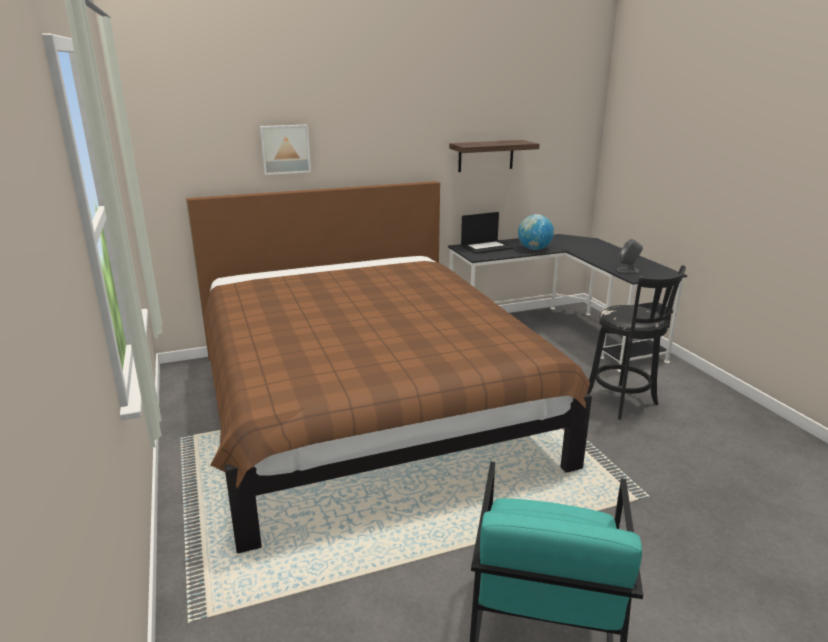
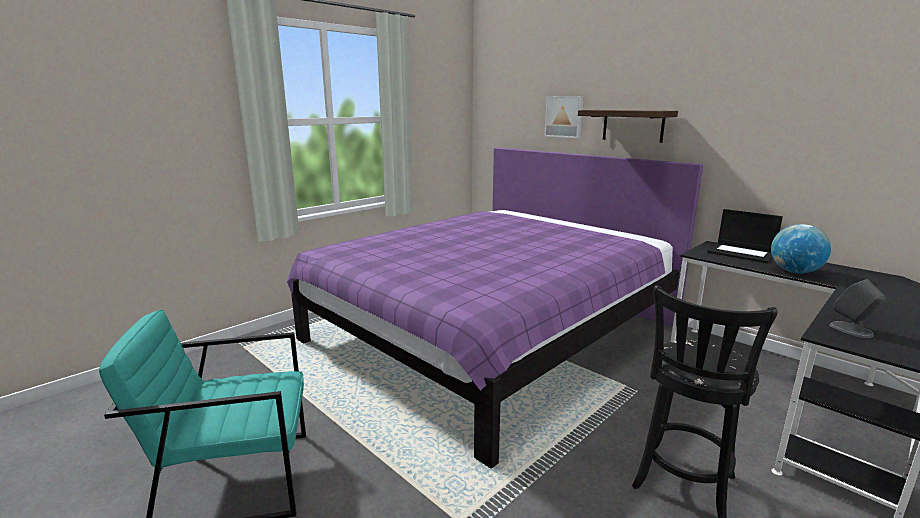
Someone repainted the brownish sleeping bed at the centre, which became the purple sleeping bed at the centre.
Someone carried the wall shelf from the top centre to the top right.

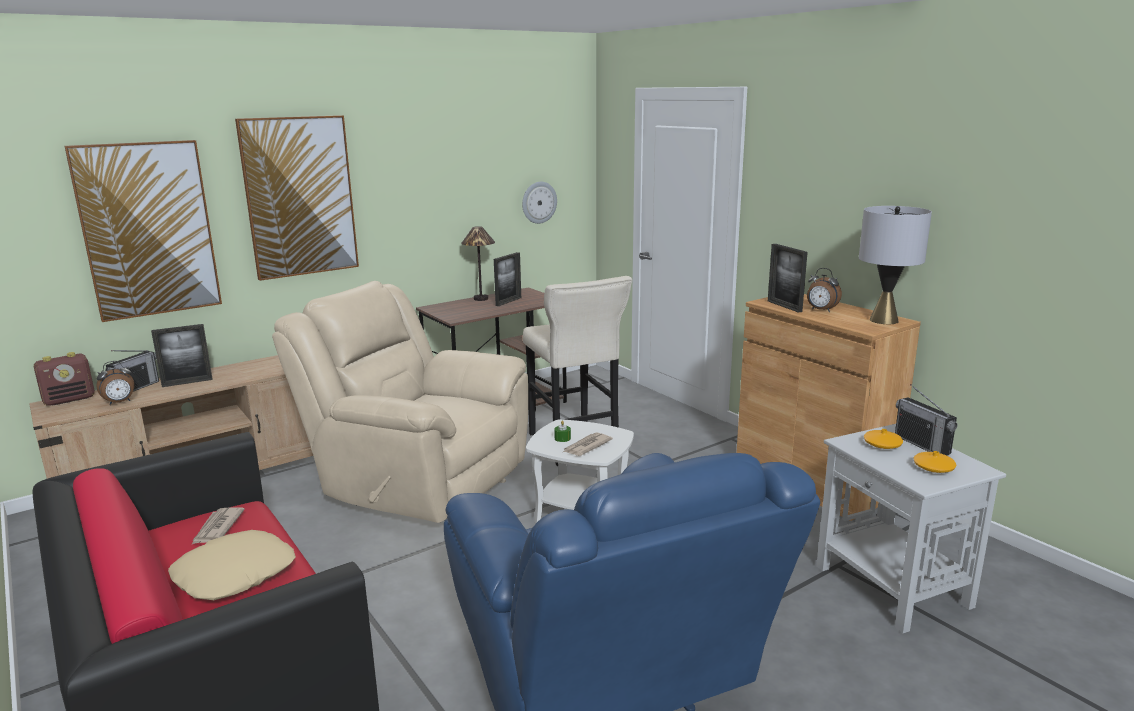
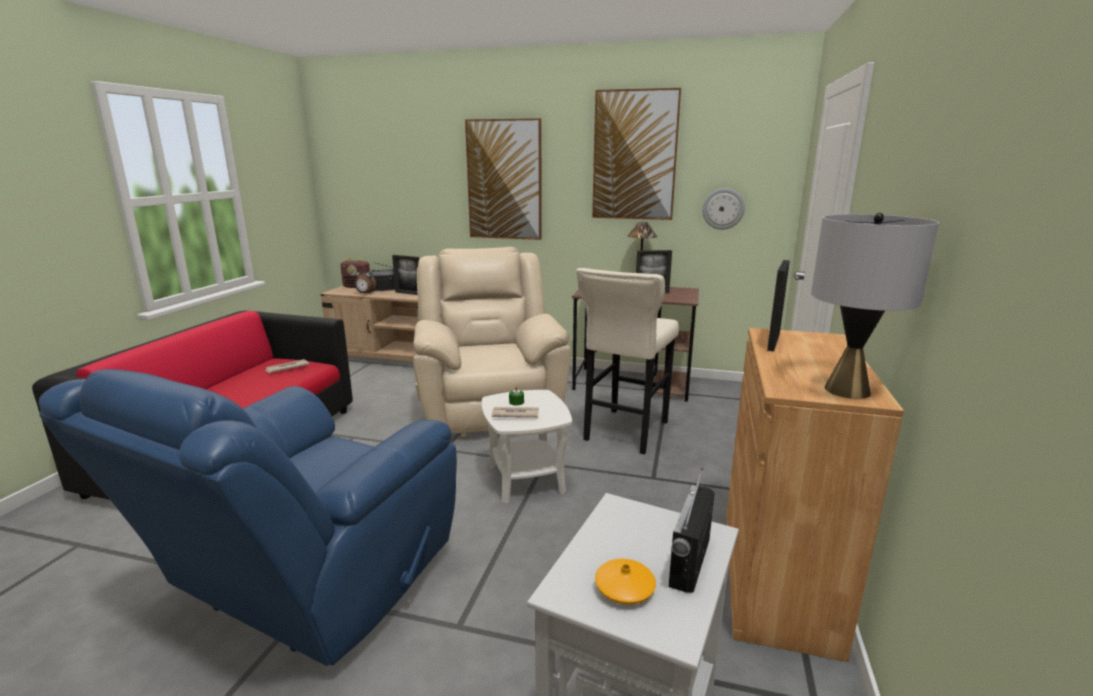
Someone carried the picture (1st from left in the first image) from the top left to the top centre.
Someone took away the beige-coloured throw pillow at the bottom left.
Someone took away the bedside clock (2nd from left) at the middle right.
Someone took away the orange vase (1st from left) at the middle right.

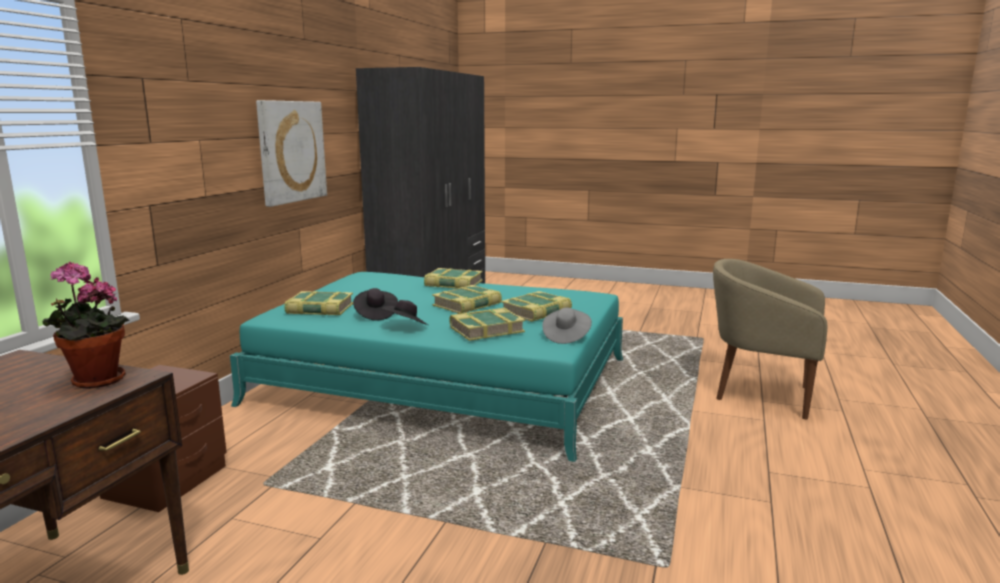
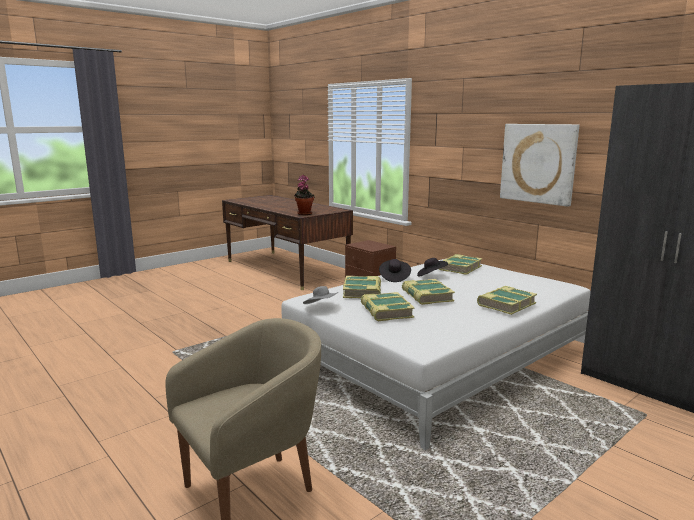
Someone repainted the turquoise-coloured sleeping bed at the centre, which became the white sleeping bed at the bottom centre.

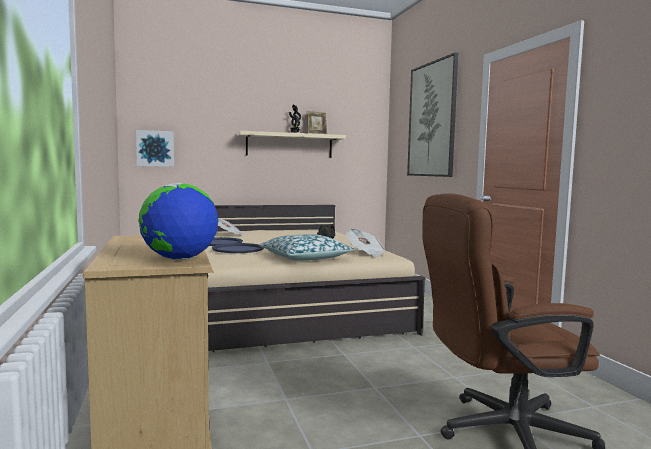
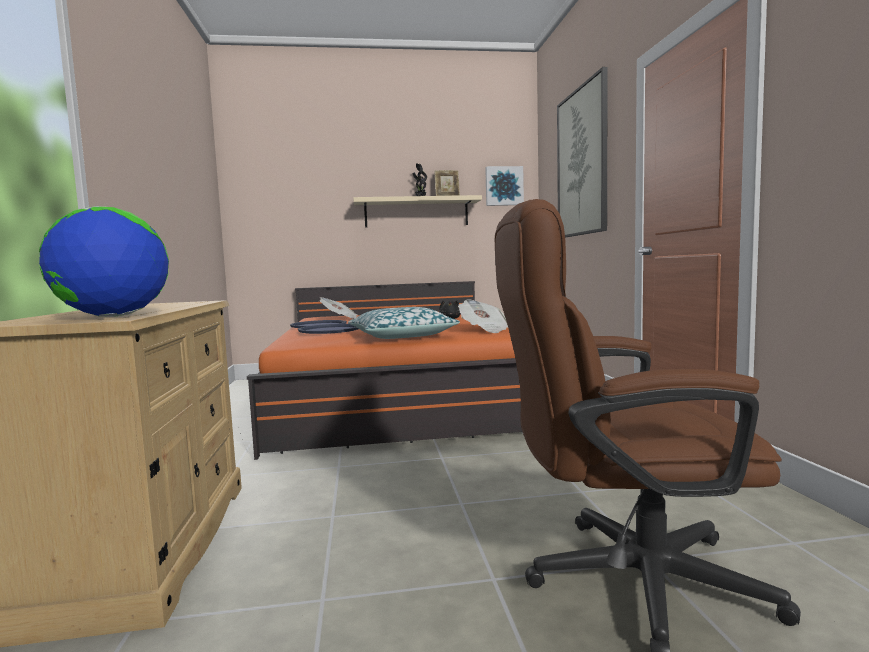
Someone repainted the beige-coloured sleeping bed at the centre, which became the orange sleeping bed at the centre.
Someone carried the picture (1st from left) from the top left to the top centre.

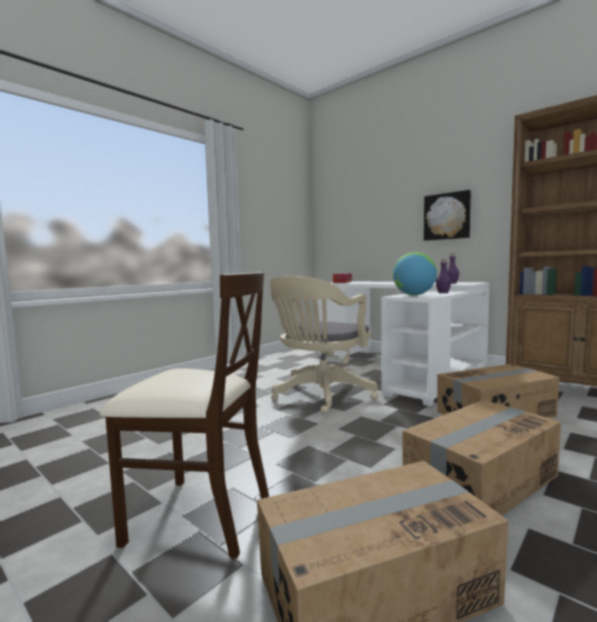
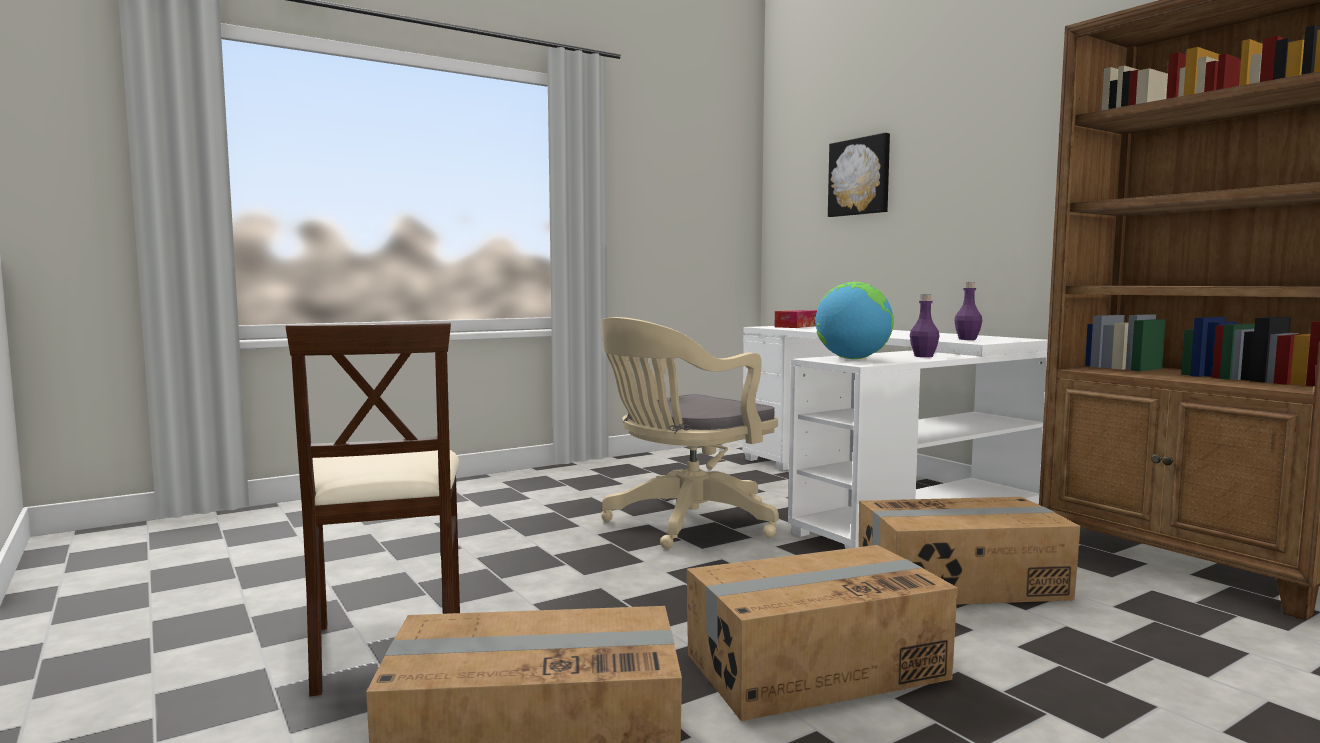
Someone rotated the beige-coloured upright chair at the bottom left by 45 degrees clockwise.
Someone carried the picture from the middle right to the top centre.

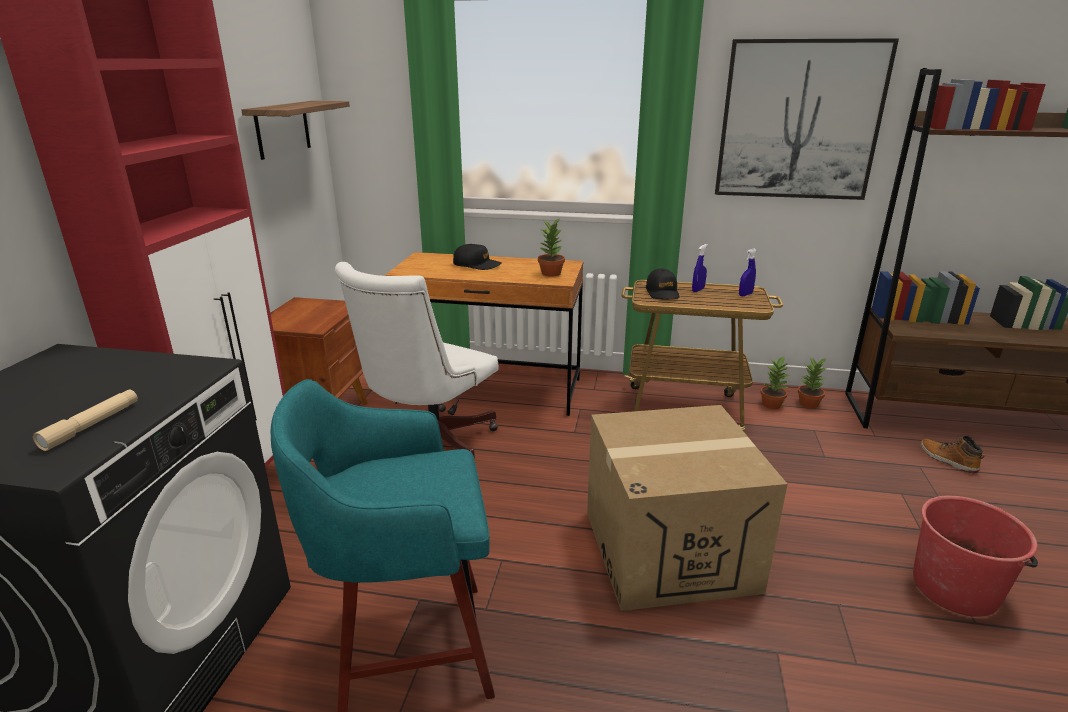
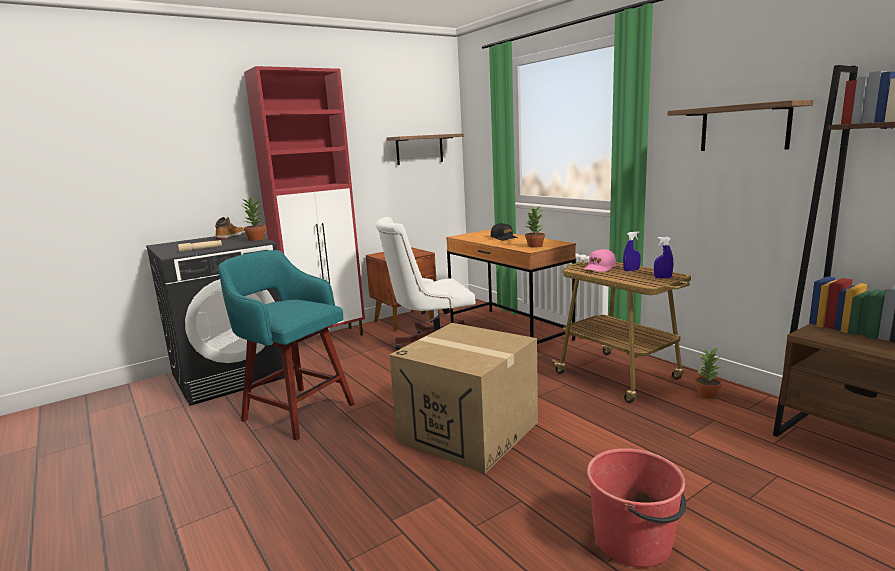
Someone carried the tall boot from the middle right to the middle left.
Someone carried the potted plant (3rd from left in the first image) from the middle right to the middle left.
Someone repainted the black baseball cap (2nd from left) at the centre, which became the pink baseball cap at the middle right.
Someone swapped the picture at the top right for the wall shelf (2nd from left) at the top right.

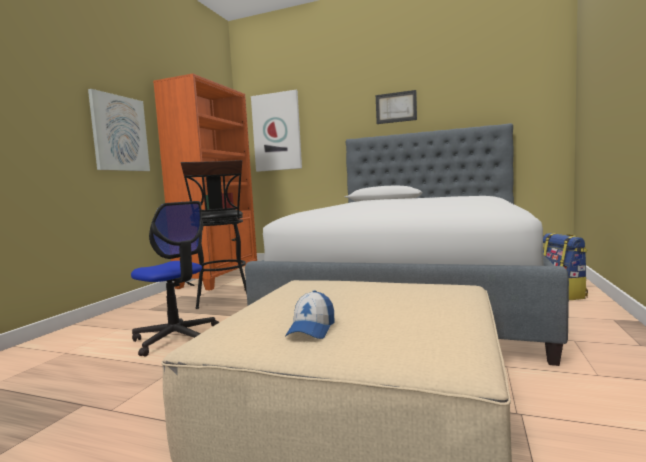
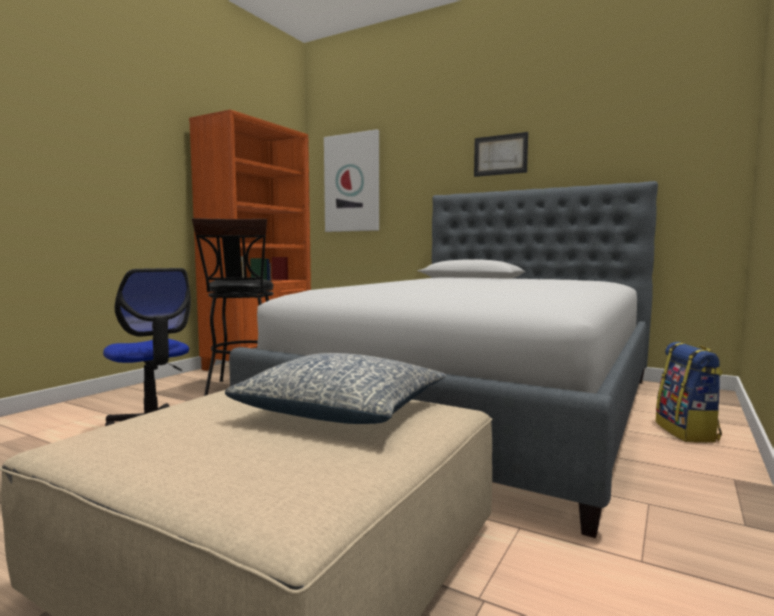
Someone put down the throw pillow at the centre.
Someone took away the picture (1st from left) at the top left.
Someone took away the baseball cap at the bottom centre.

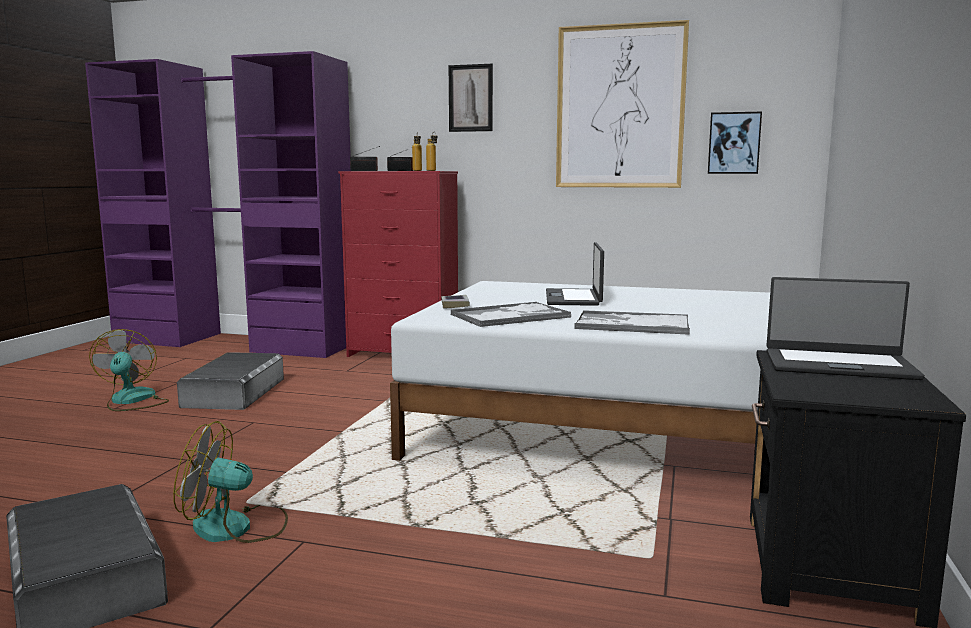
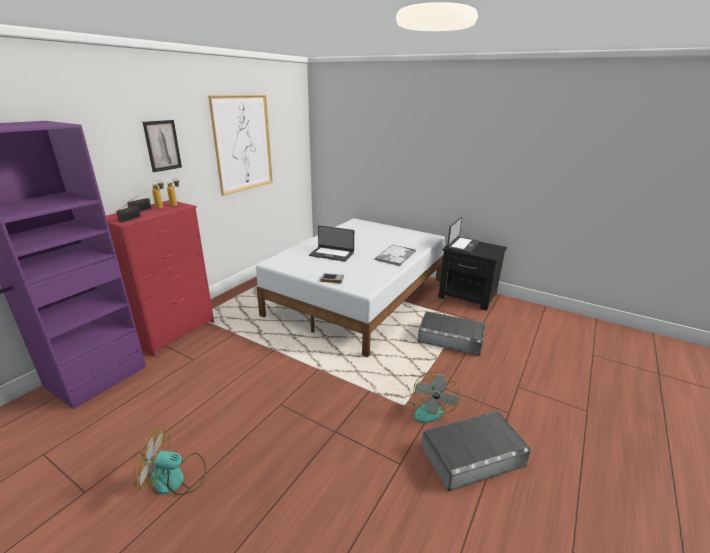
Someone carried the grey storage box (2nd from left in the first image) from the middle left to the centre.
Someone took away the carrying tray (1st from left) at the centre.
Someone took away the picture (3rd from left) at the top right.

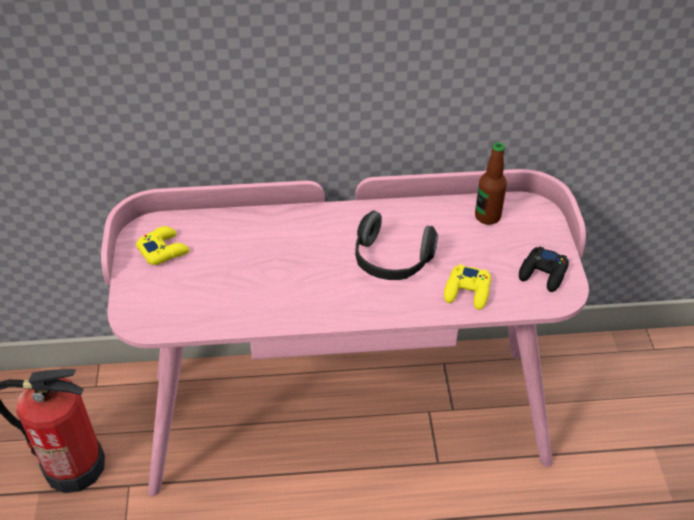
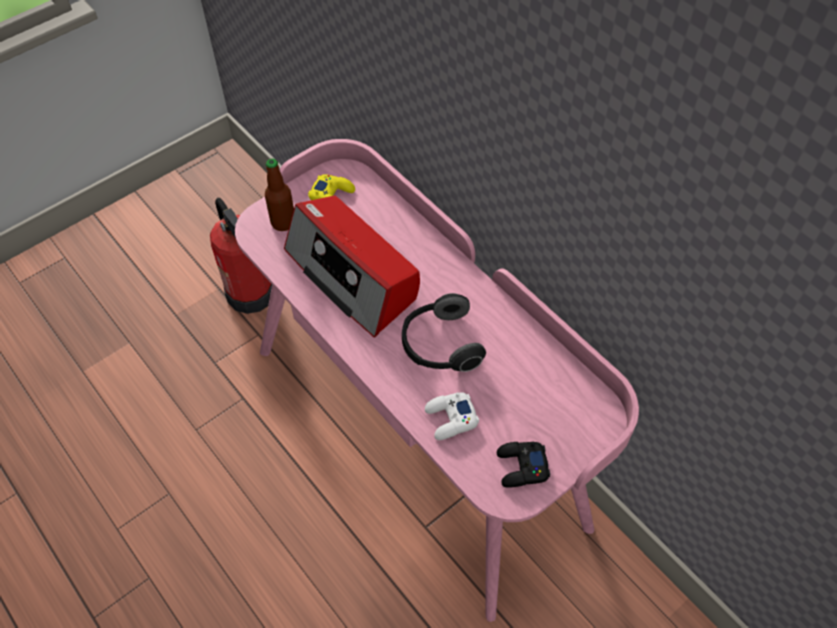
Someone carried the beverage bottle from the middle right to the top centre.
Someone put down the radio receiver at the centre.
Someone repainted the yellowish gamepad (2nd from left) at the middle right, which became the white gamepad at the centre.

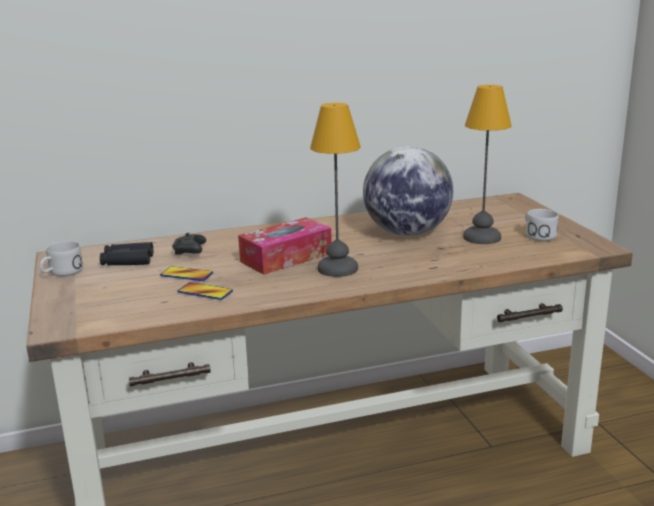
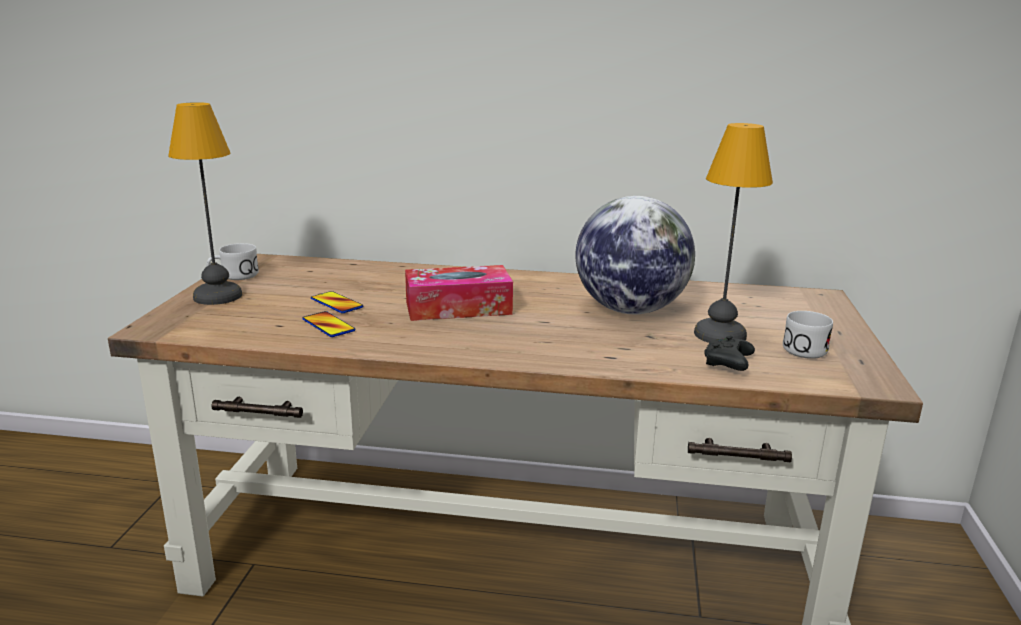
Someone carried the lamp for a table (1st from left) from the centre to the top left.
Someone carried the black gamepad from the middle left to the middle right.
Someone took away the black binoculars at the middle left.

